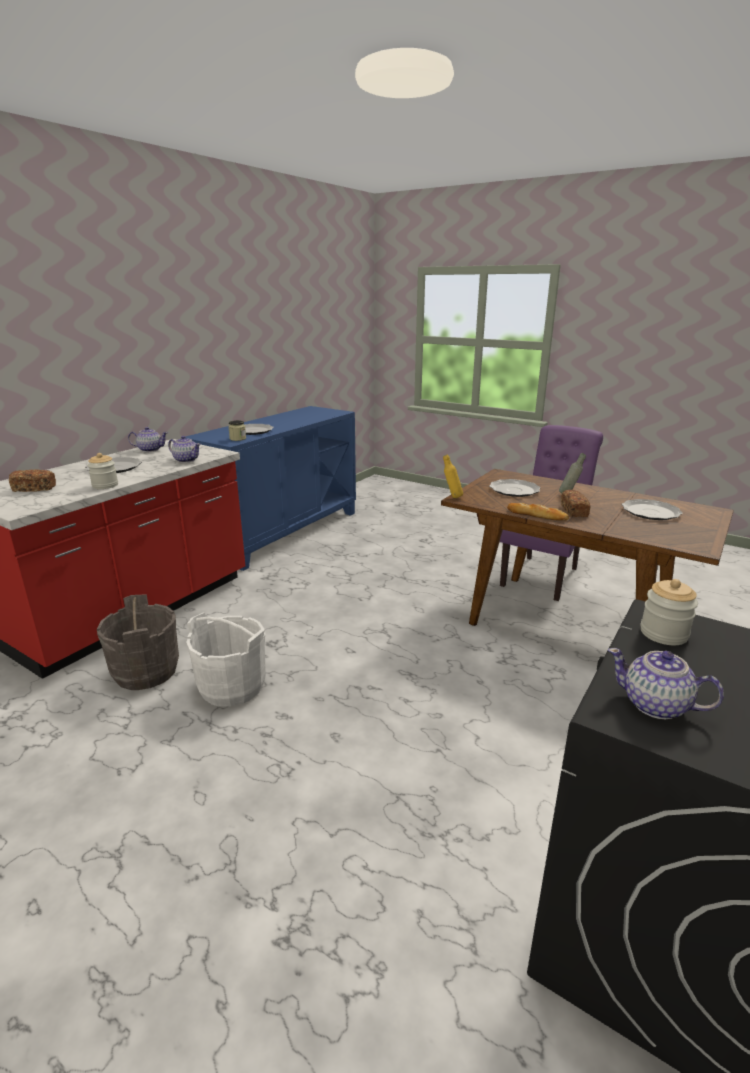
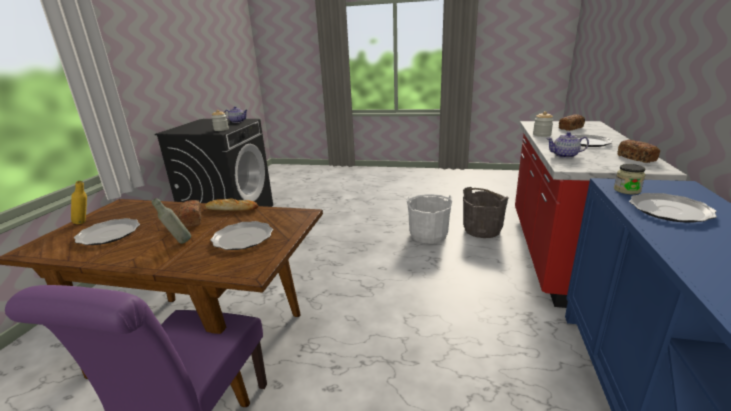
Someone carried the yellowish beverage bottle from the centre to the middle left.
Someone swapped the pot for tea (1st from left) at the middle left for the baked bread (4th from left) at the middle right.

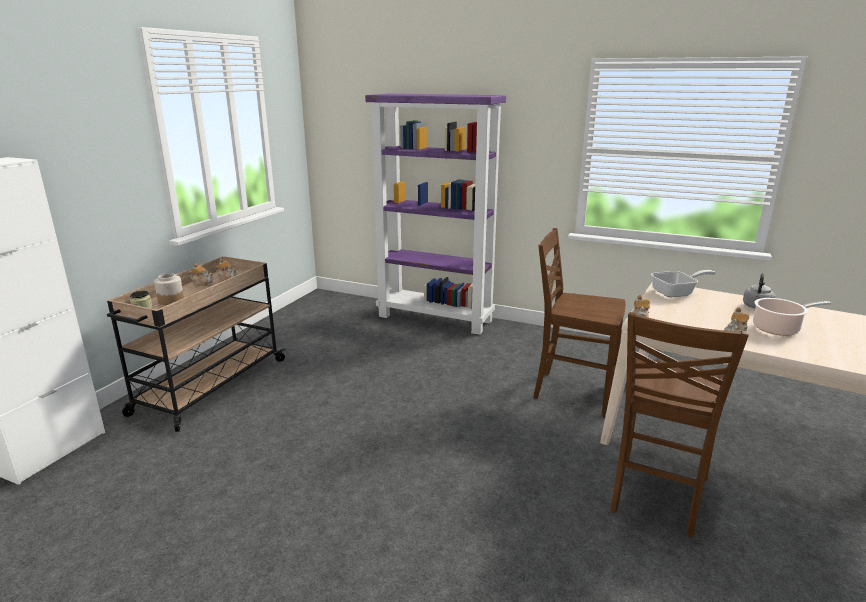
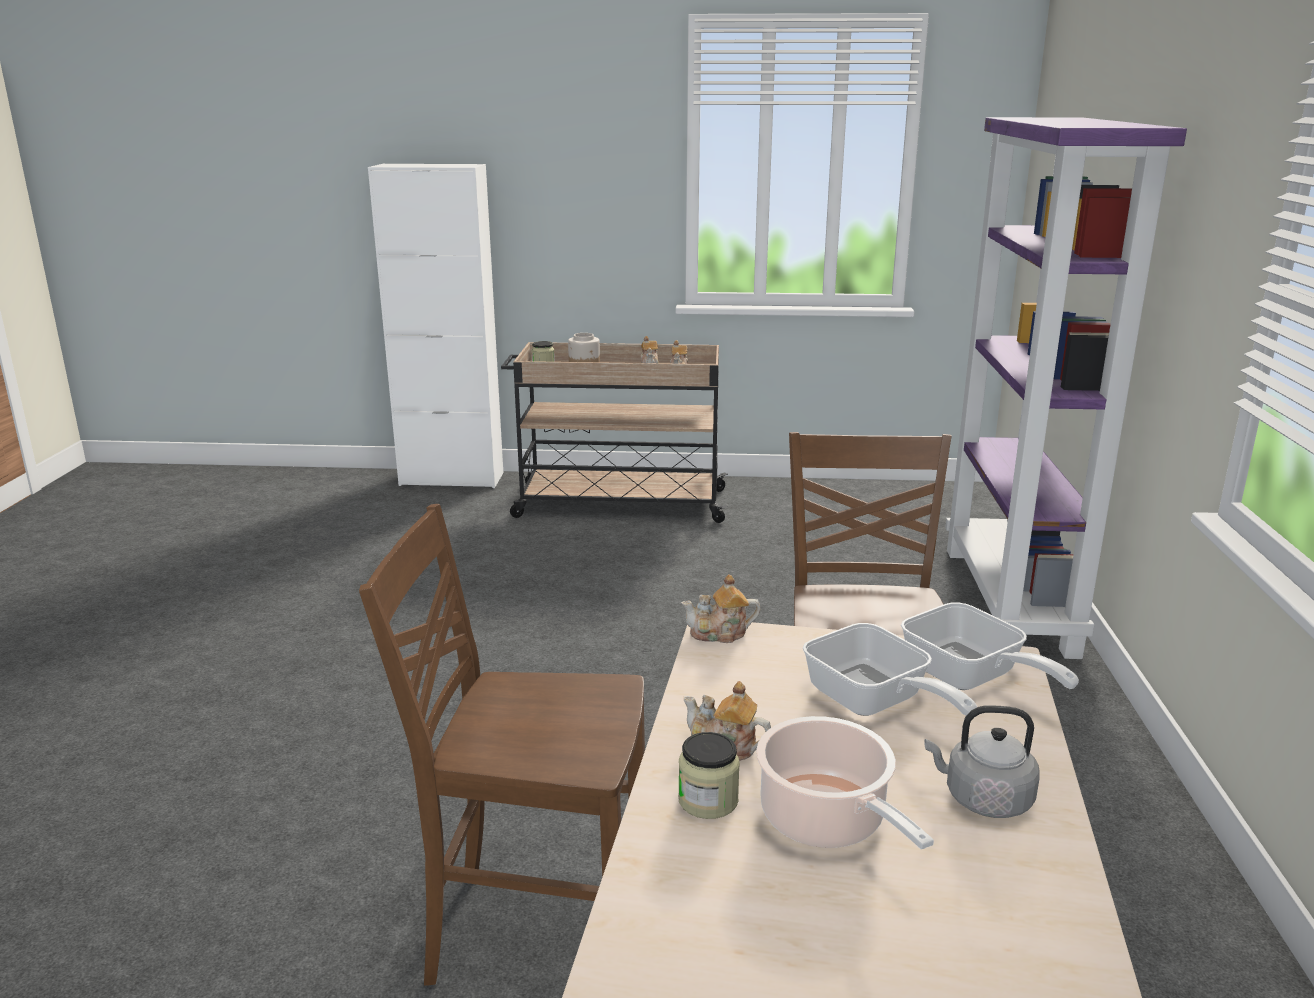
Someone put down the storage jar (3rd from left) at the bottom centre.
Someone put down the pan (1st from left) at the bottom right.

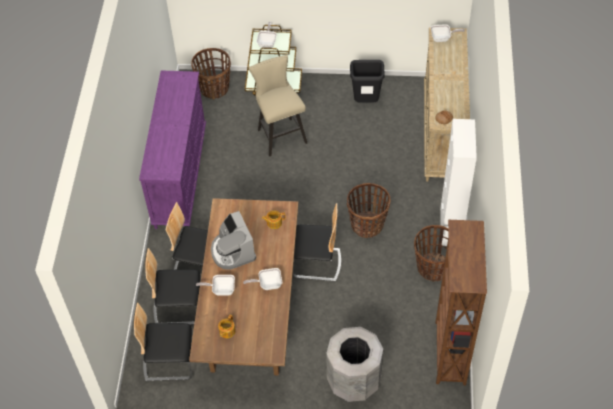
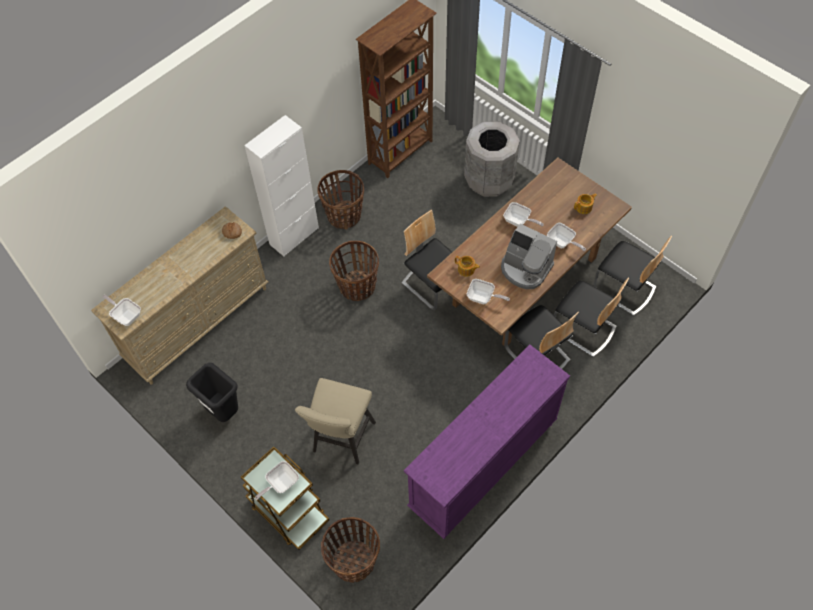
Someone put down the pan (3rd from left) at the centre.
Someone rotated the coffee maker at the centre by 105 degrees clockwise.

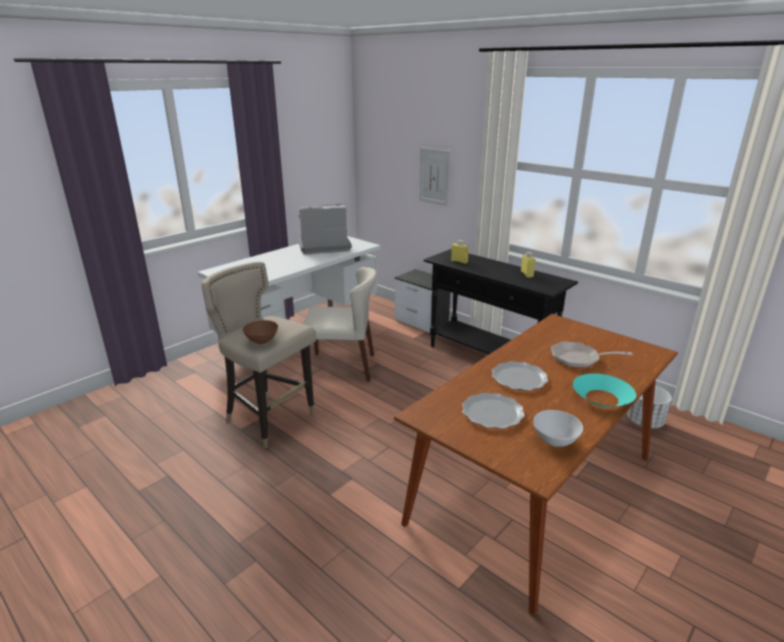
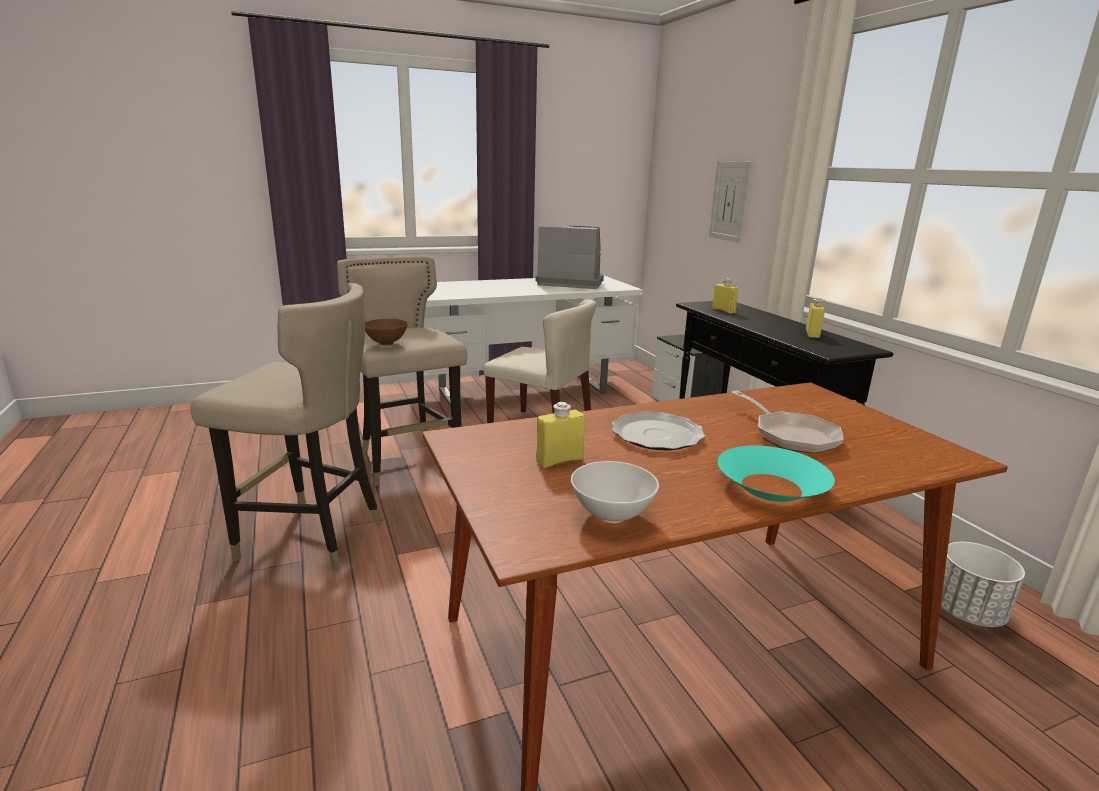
Someone put down the beige-coloured stool seat (1st from left) at the middle left.
Someone swapped the dinner plate (1st from left) at the centre for the yellowish beverage bottle (1st from left) at the centre.
Someone rotated the pan at the middle right by 150 degrees counterclockwise.

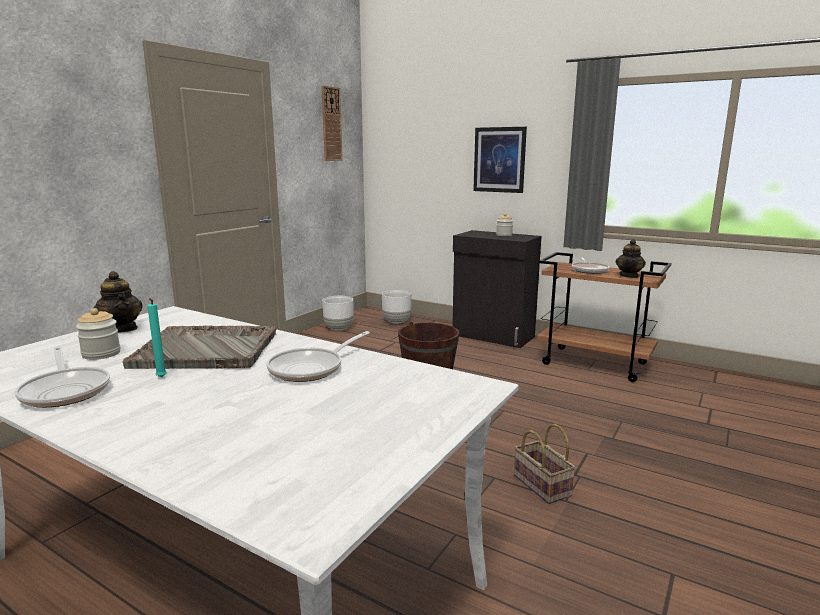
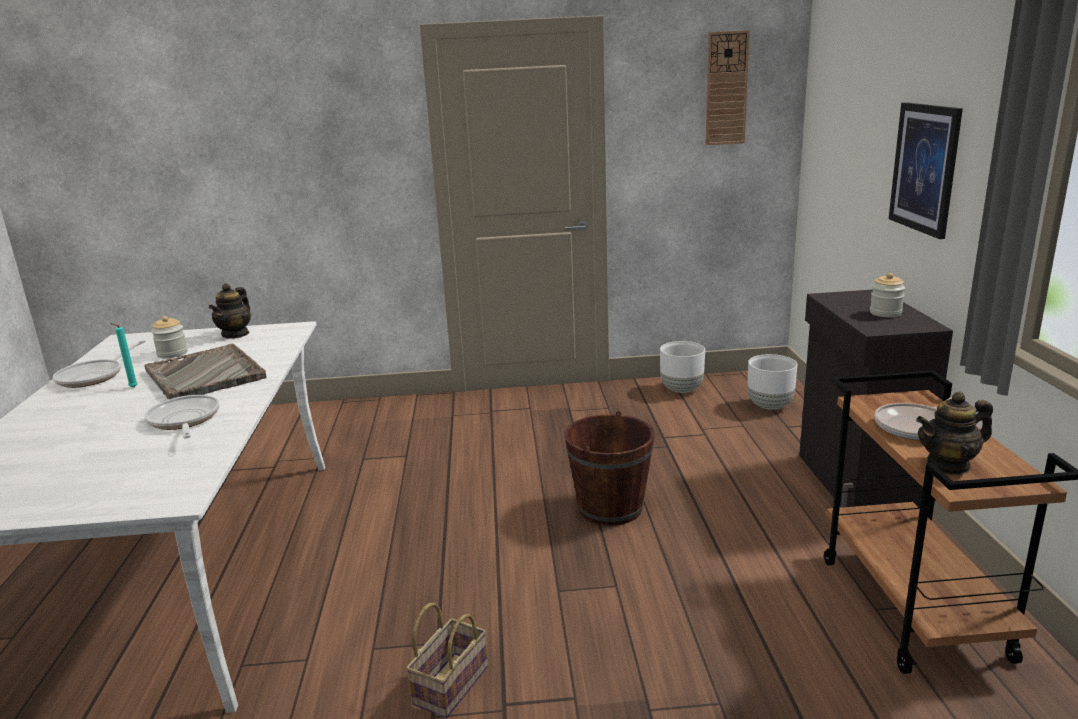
Someone rotated the pan (2nd from left) at the centre by 60 degrees clockwise.

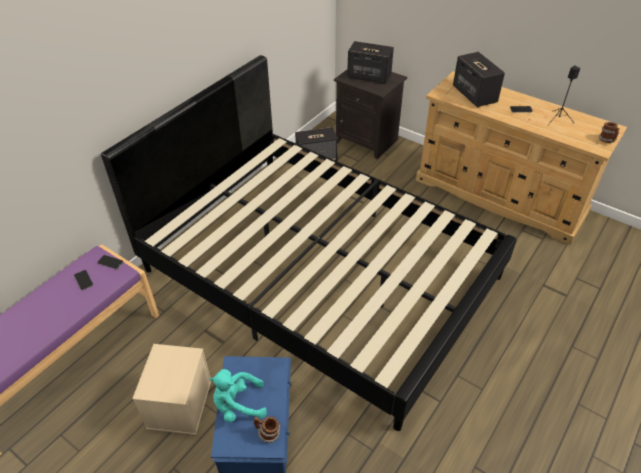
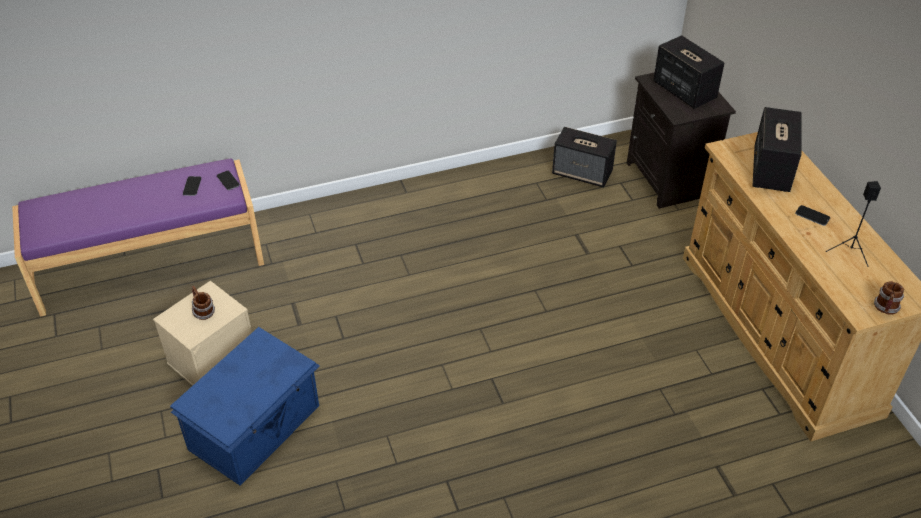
Someone carried the tea mug (1st from left) from the bottom centre to the middle left.
Someone took away the black sleeping bed at the centre.
Someone took away the turquoise-coloured plush toy at the bottom centre.

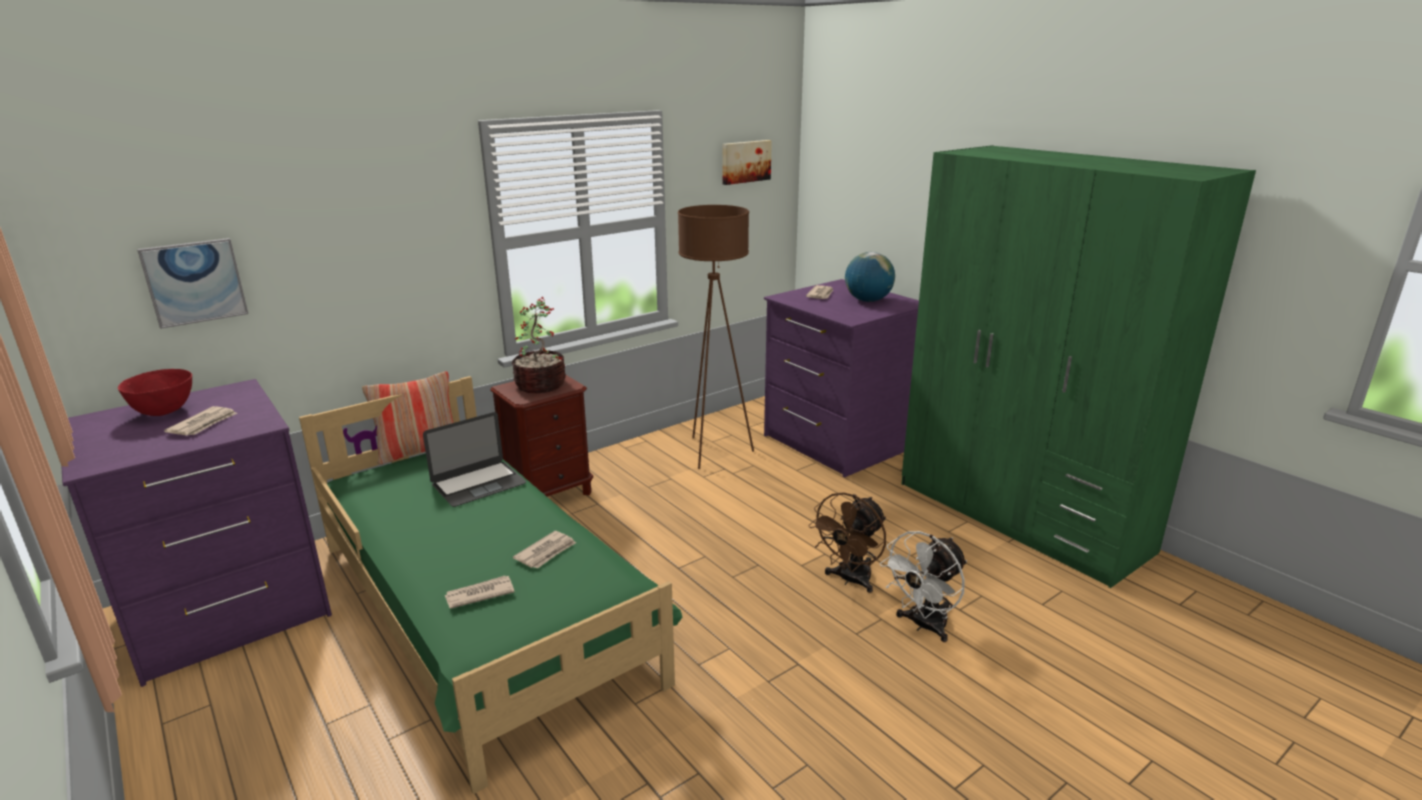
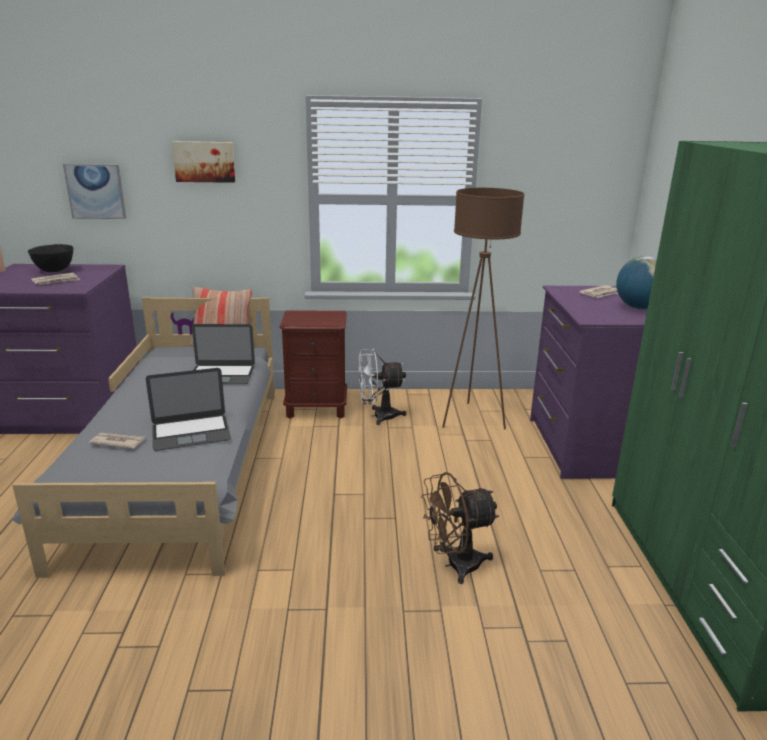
Someone repainted the green-coloured sleeping bed at the bottom centre, which became the grey sleeping bed at the middle left.
Someone repainted the reddish serving bowl at the middle left, which became the black serving bowl at the middle left.
Someone swapped the newspaper (3rd from left) at the bottom centre for the laptop (1st from left) at the middle left.
Someone carried the picture (2nd from left) from the top centre to the top left.
Someone carried the white cooling fan from the bottom centre to the centre.
Someone took away the potted plant at the centre.

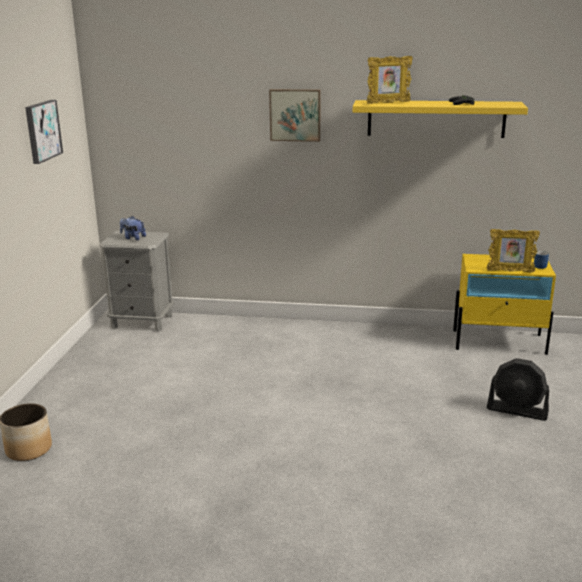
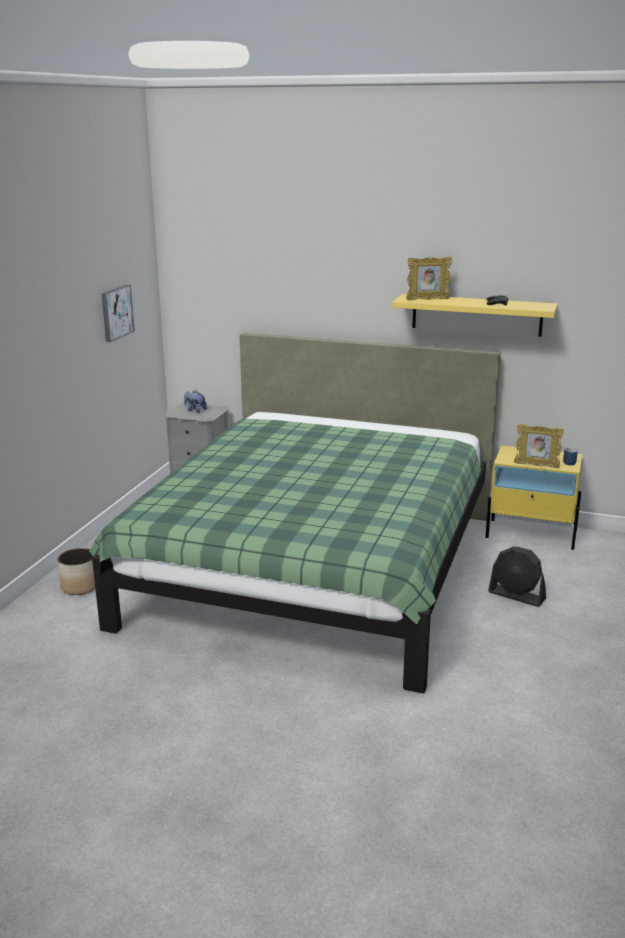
Someone put down the green-coloured sleeping bed at the centre.
Someone took away the picture (2nd from left) at the top centre.

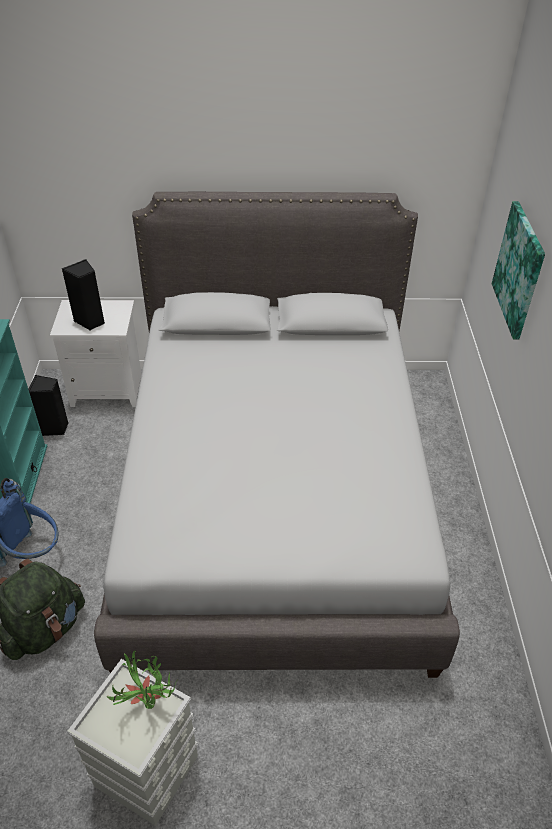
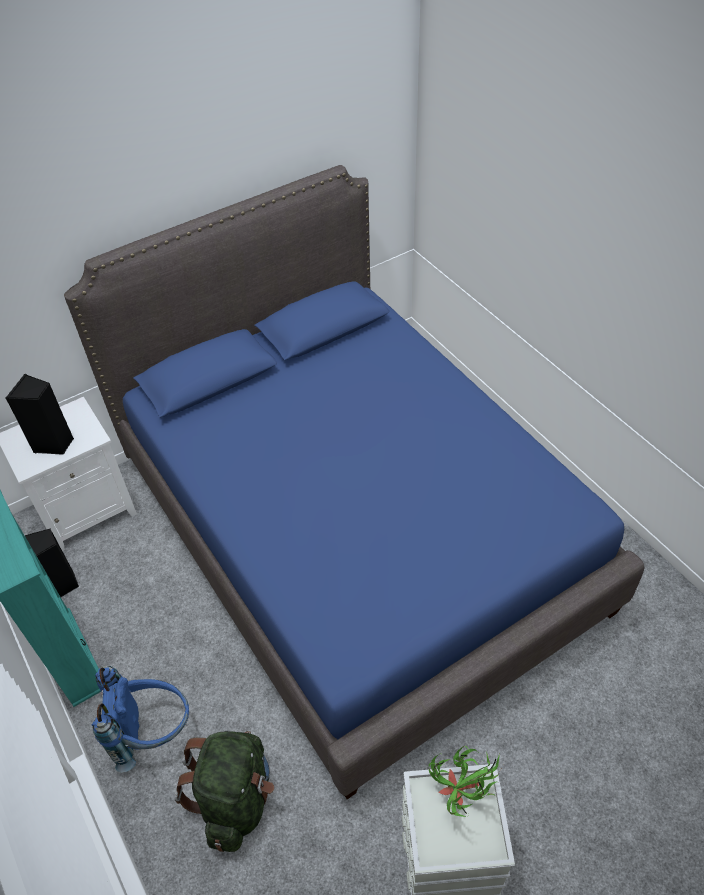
Someone repainted the grey sleeping bed at the centre, which became the blue-coloured sleeping bed at the centre.
Someone took away the picture at the top right.

